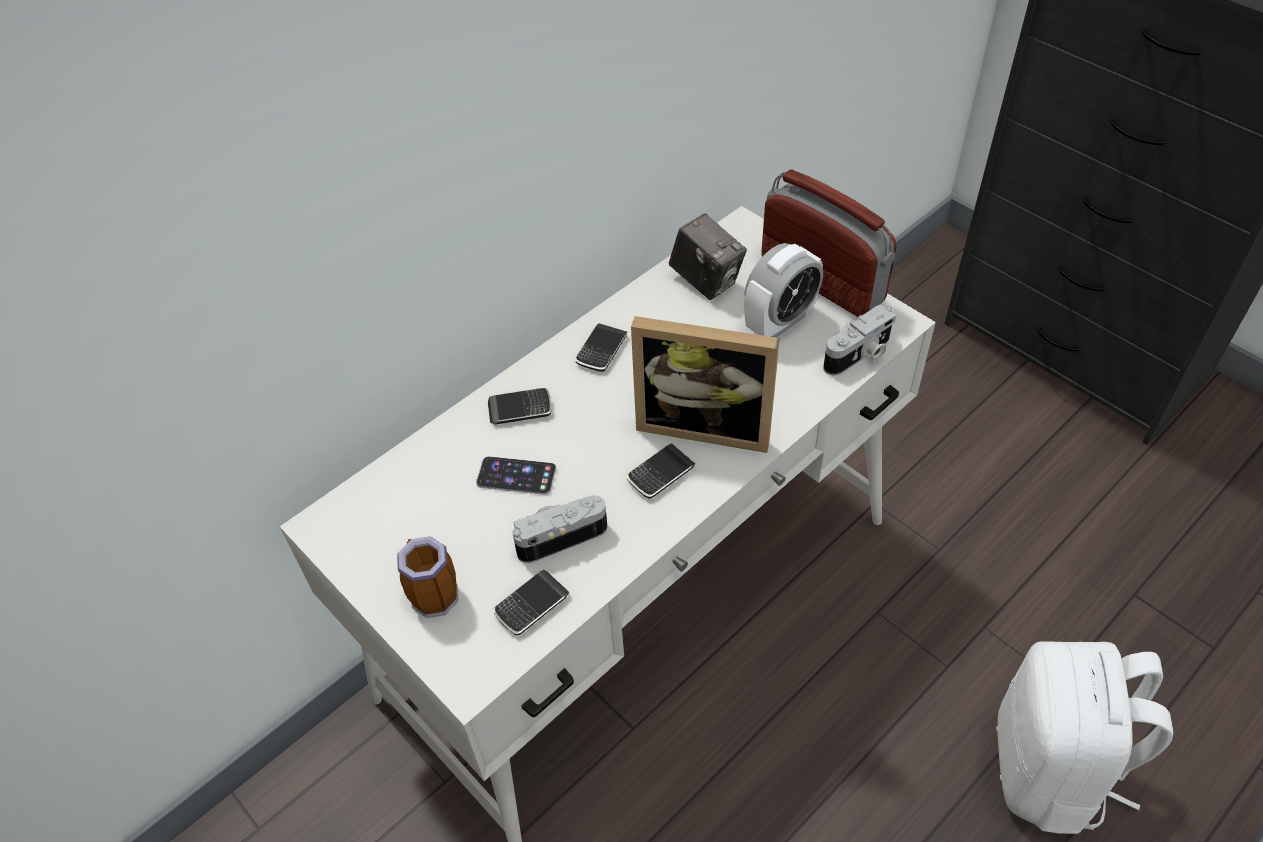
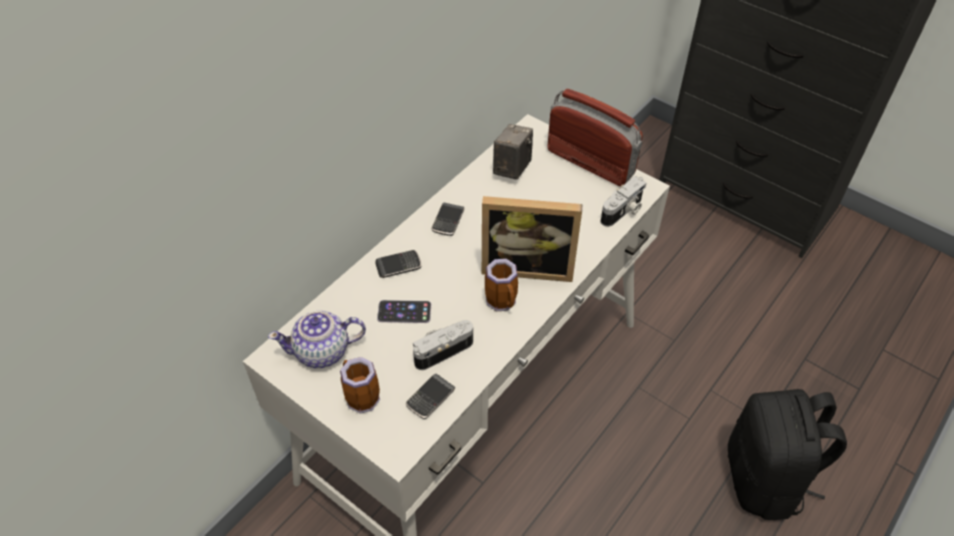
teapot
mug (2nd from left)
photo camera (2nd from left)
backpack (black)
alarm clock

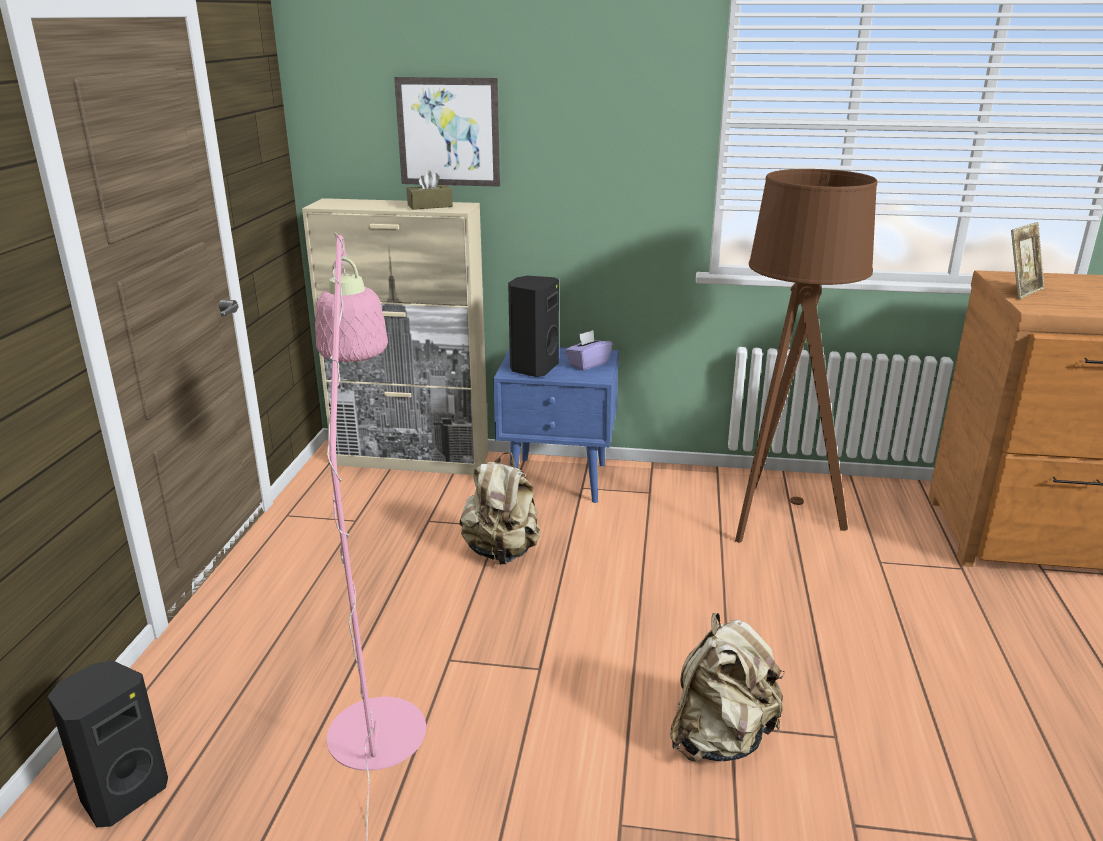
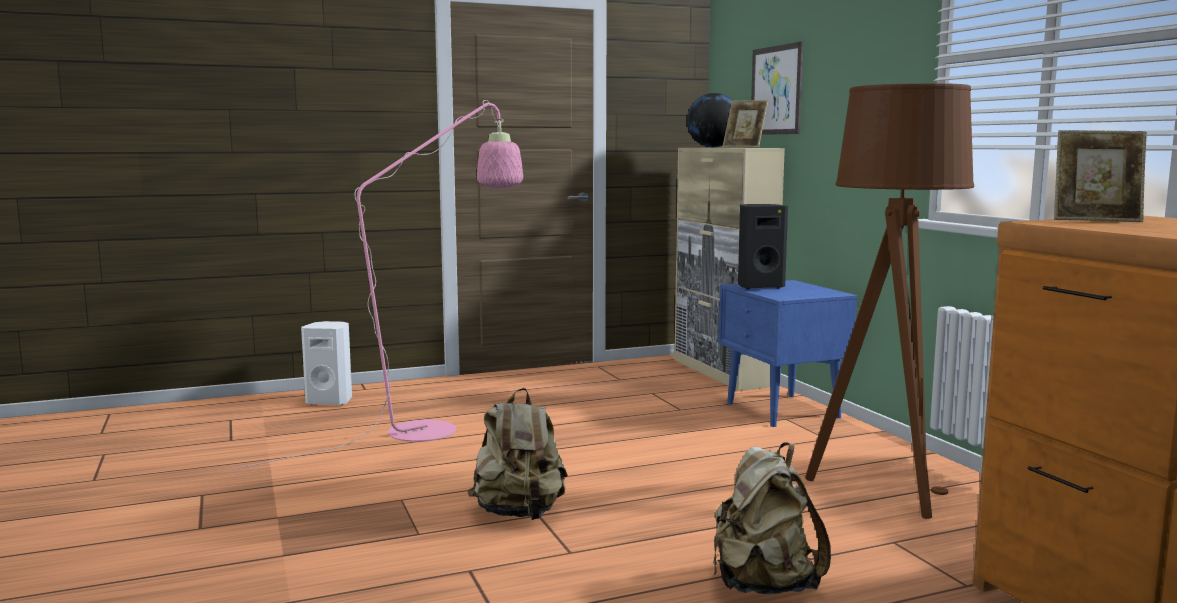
speaker (white)
globe
backpack (beige) (2nd from left)
picture frame (1st from left)
tissue box (purple)

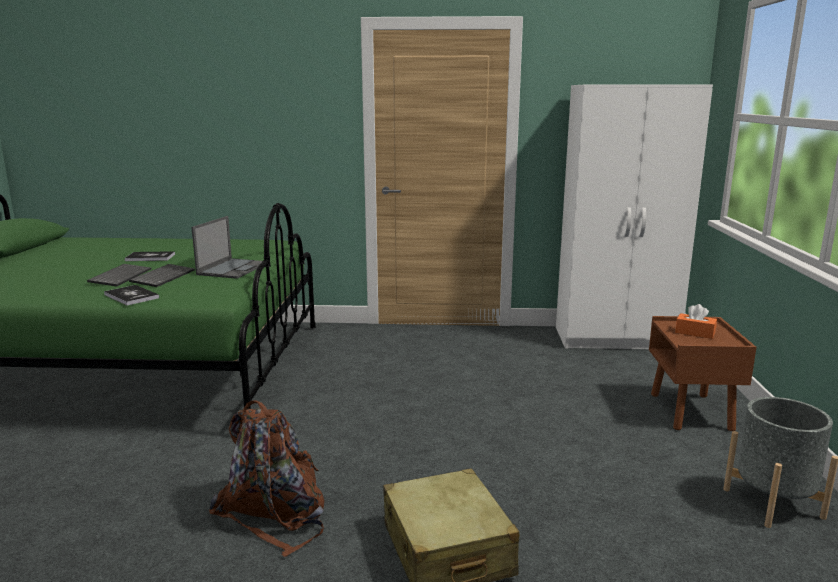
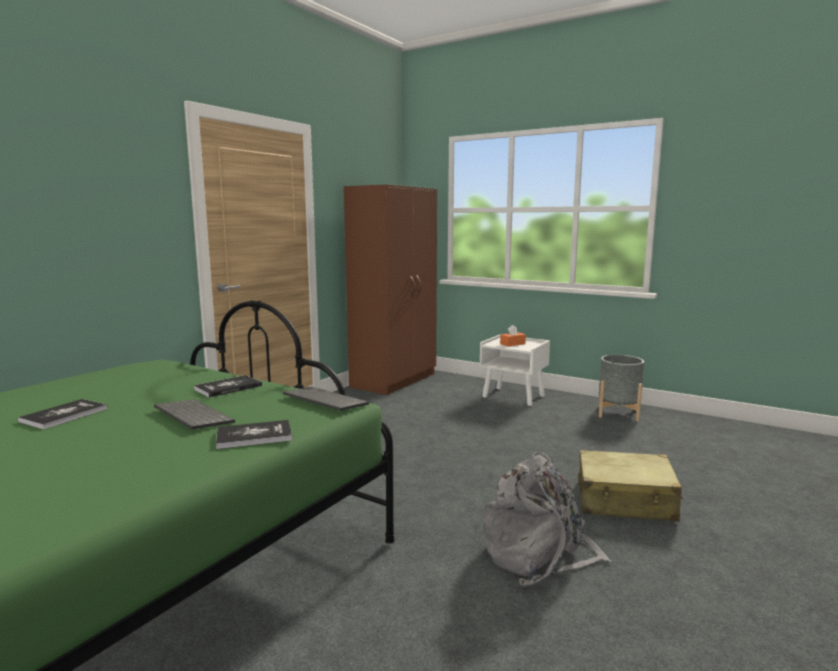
book (2nd from left)
keyboard (2nd from left)
wardrobe (brown)
nightstand (white)
backpack (grey)

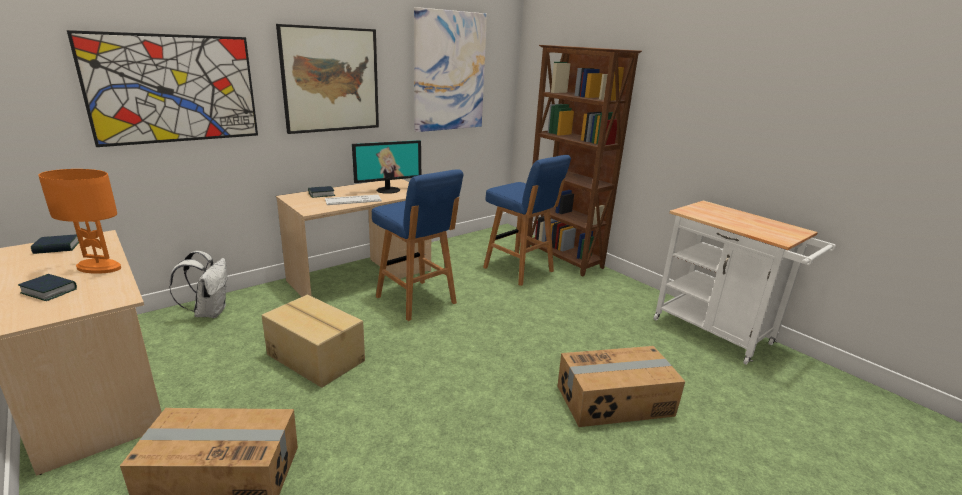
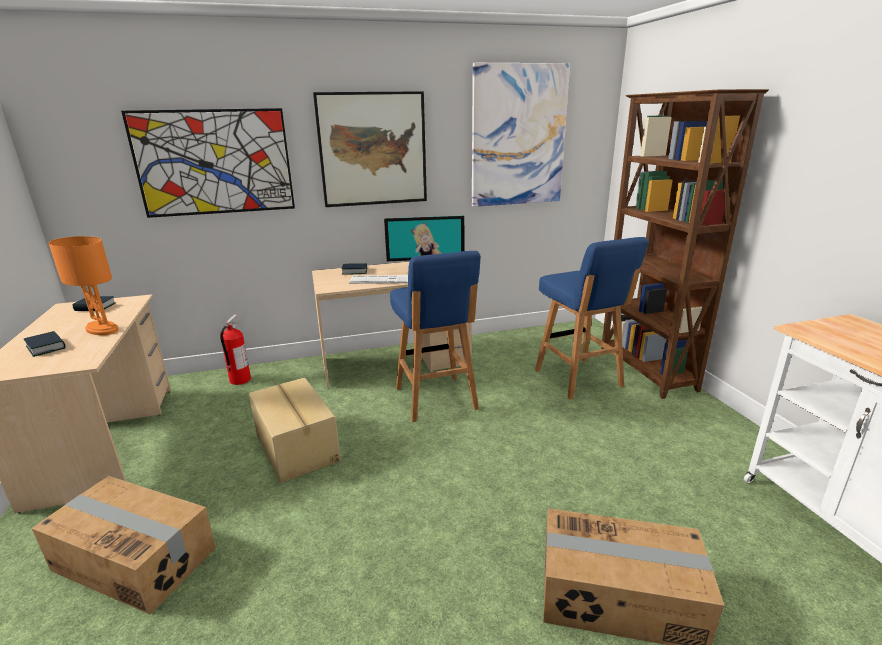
fire extinguisher

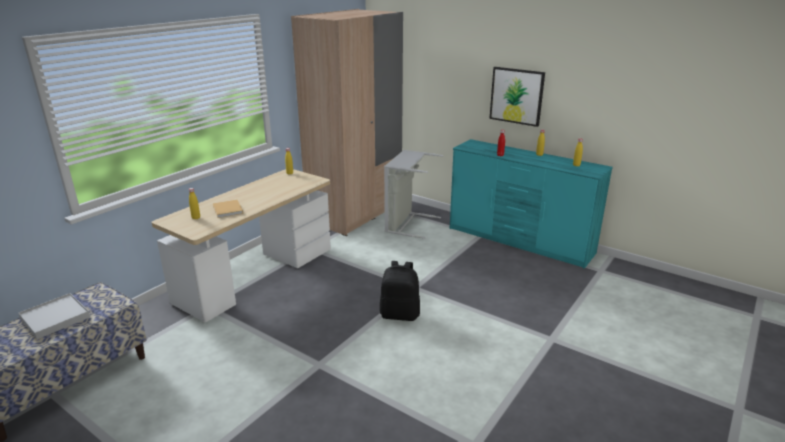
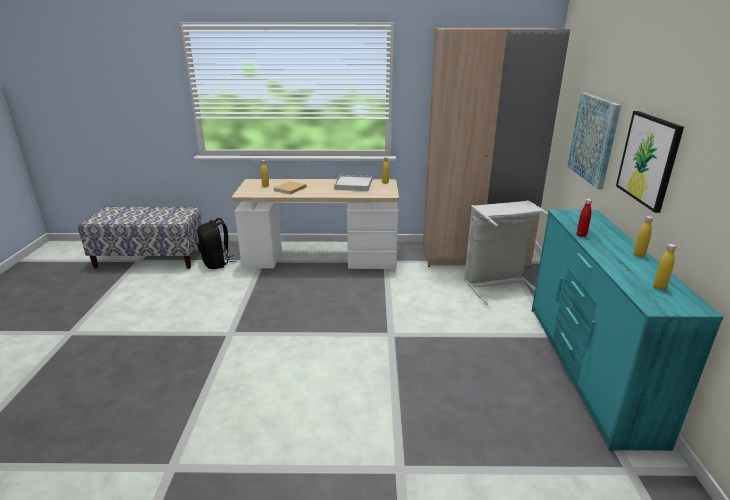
backpack (black)
tray (white)
picture (1st from left)

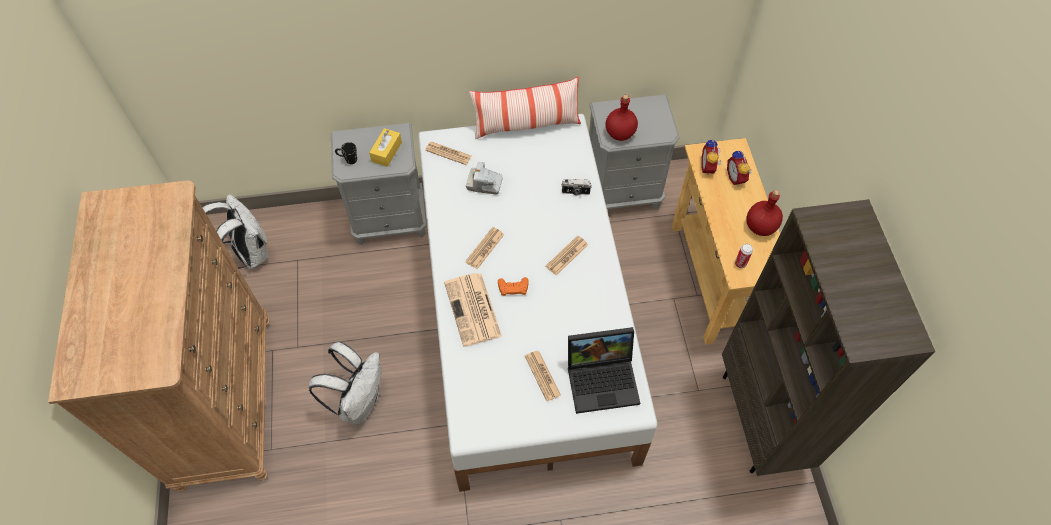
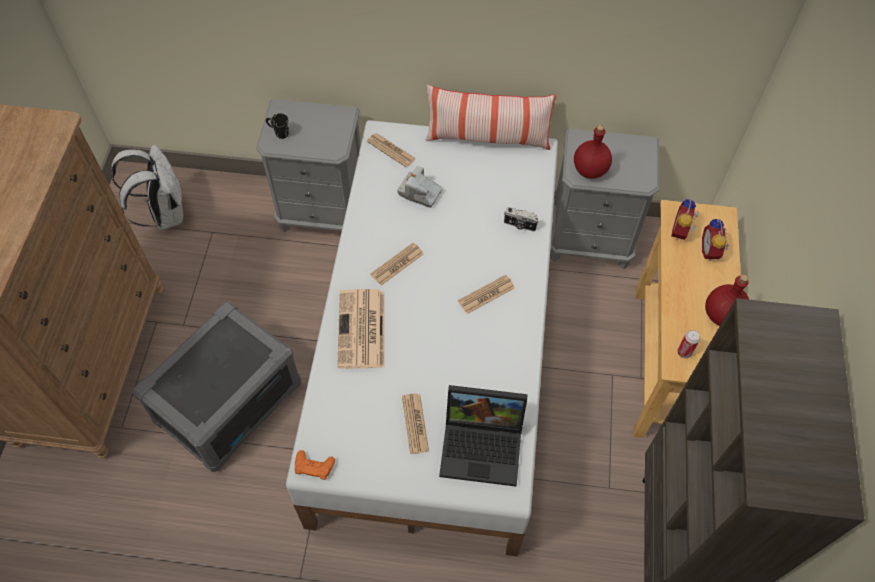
storage box (grey)
game controller (orange)
tissue box (yellow)

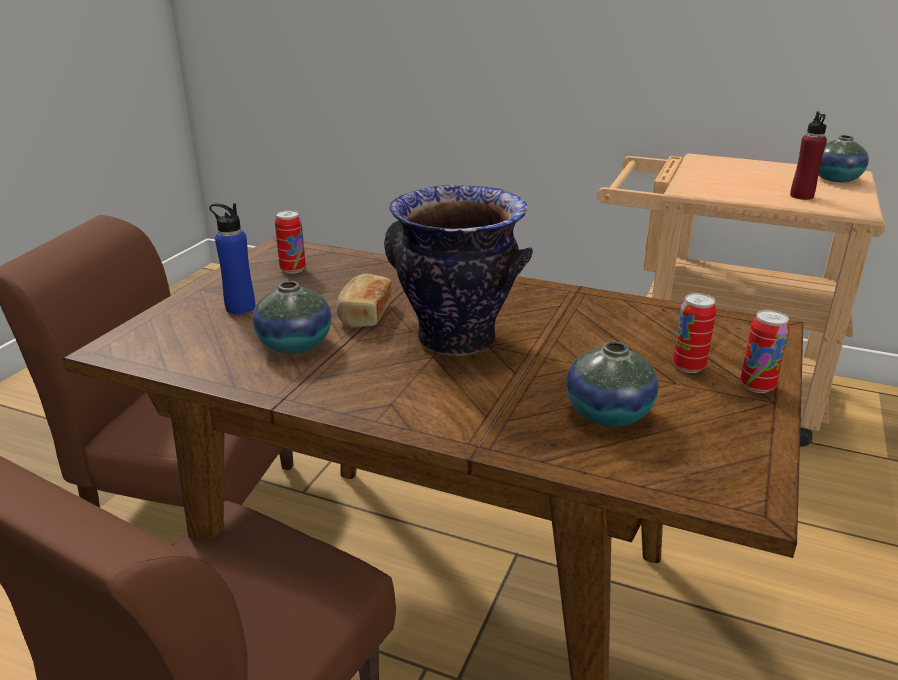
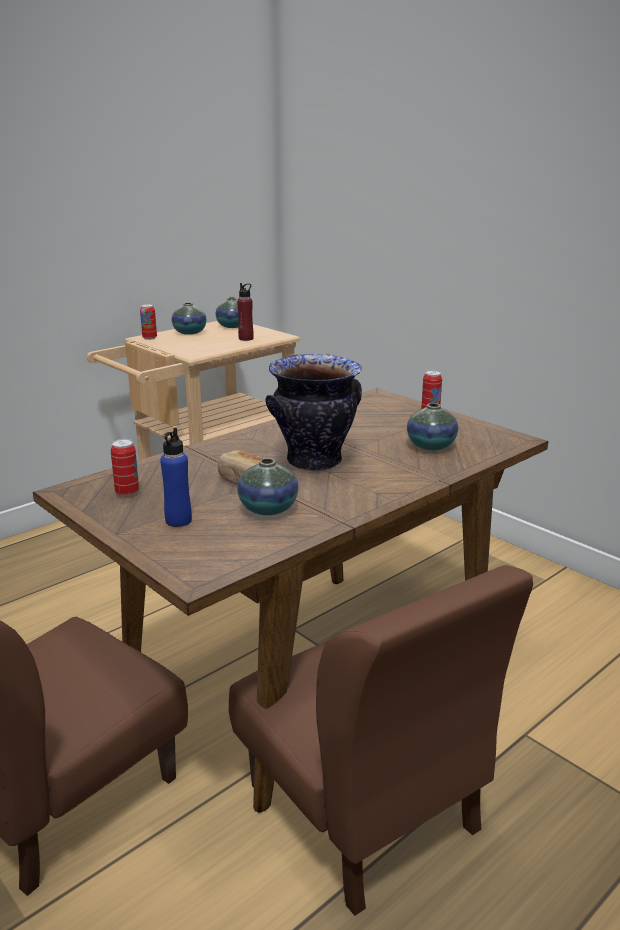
can (2nd from left)
vase (1st from left)

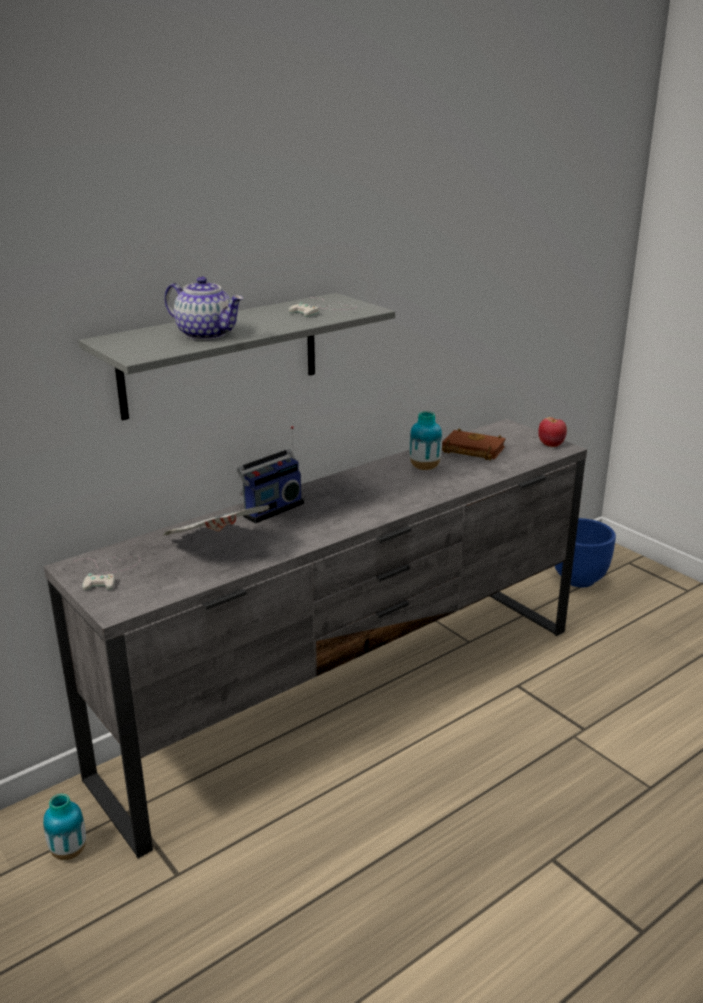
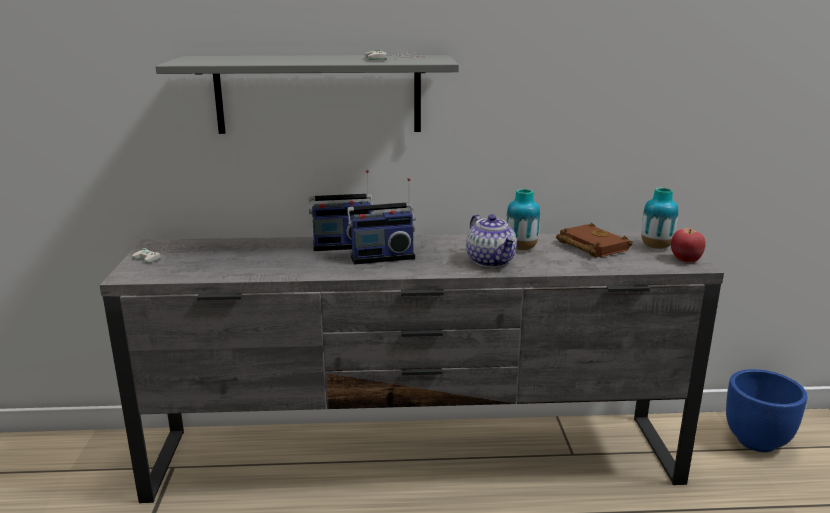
radio (2nd from left)
teapot
vase (2nd from left)
newspaper

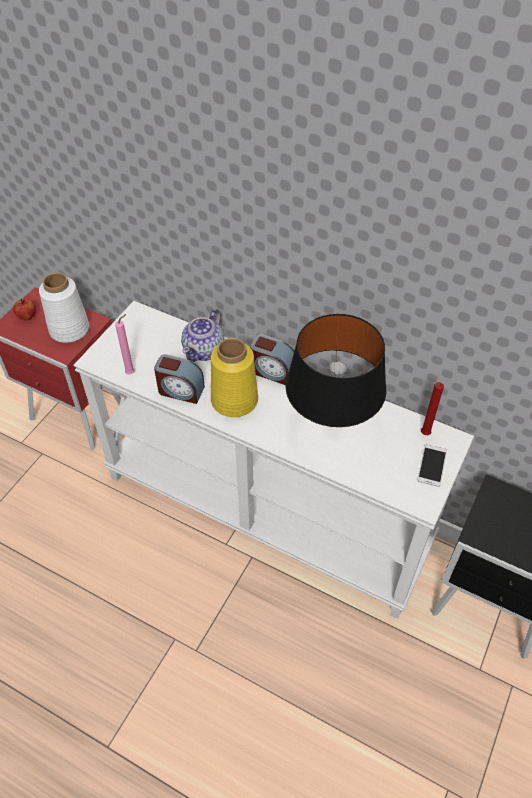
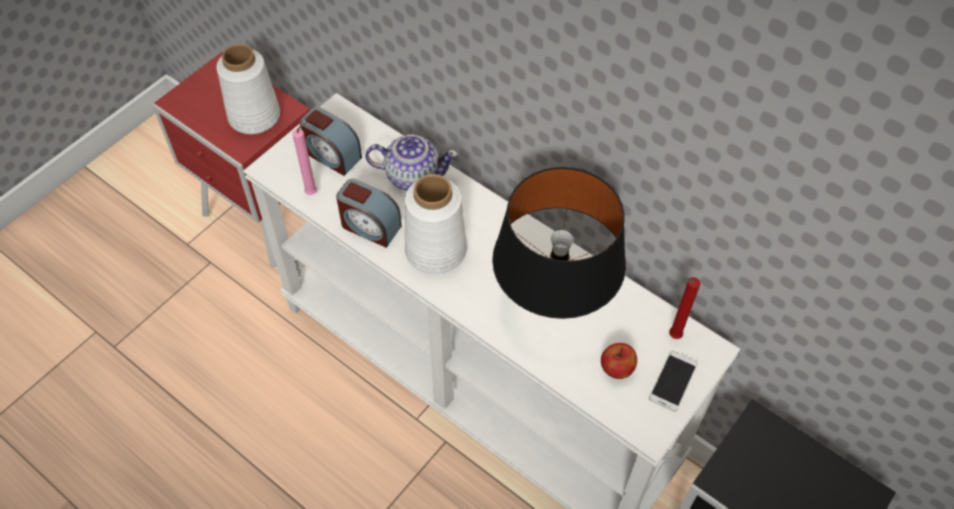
alarm clock (1st from left)
teapot
vase (white) (2nd from left)
apple

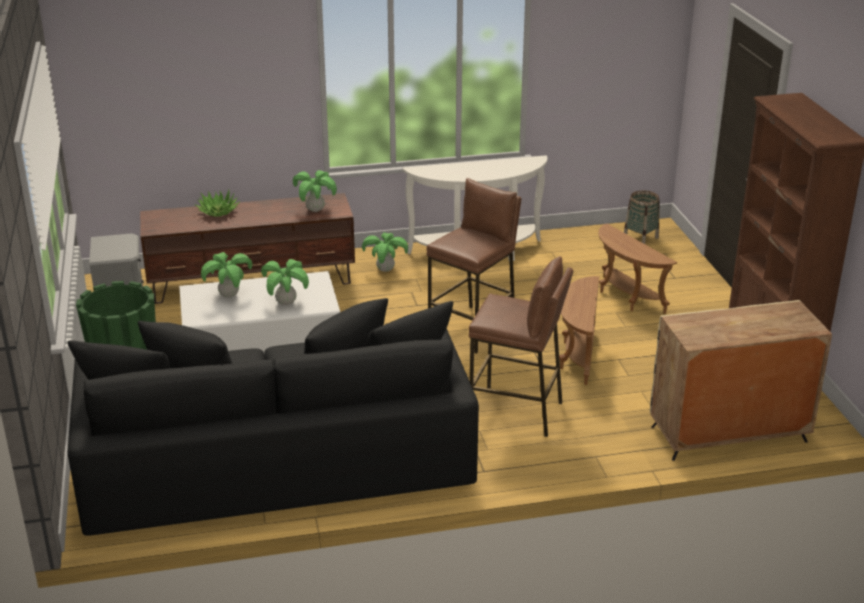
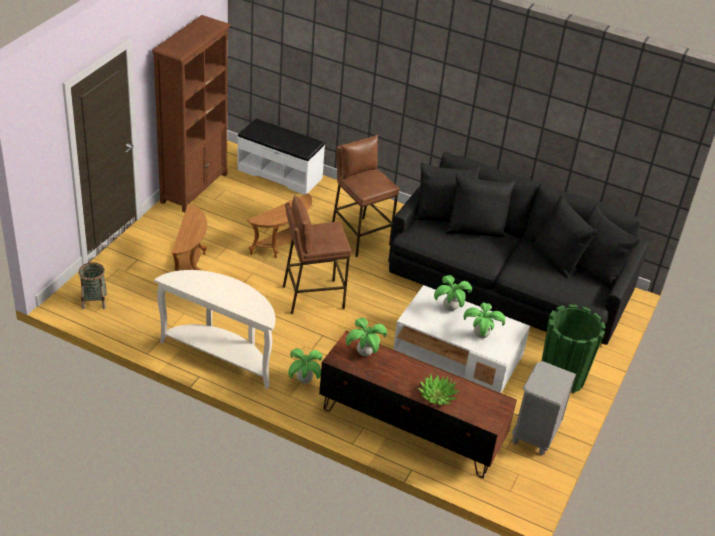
bench (white)

